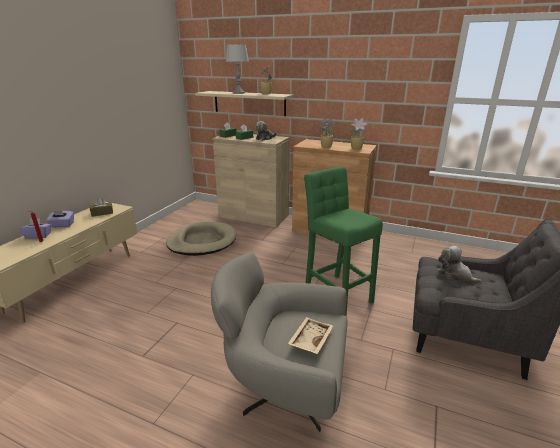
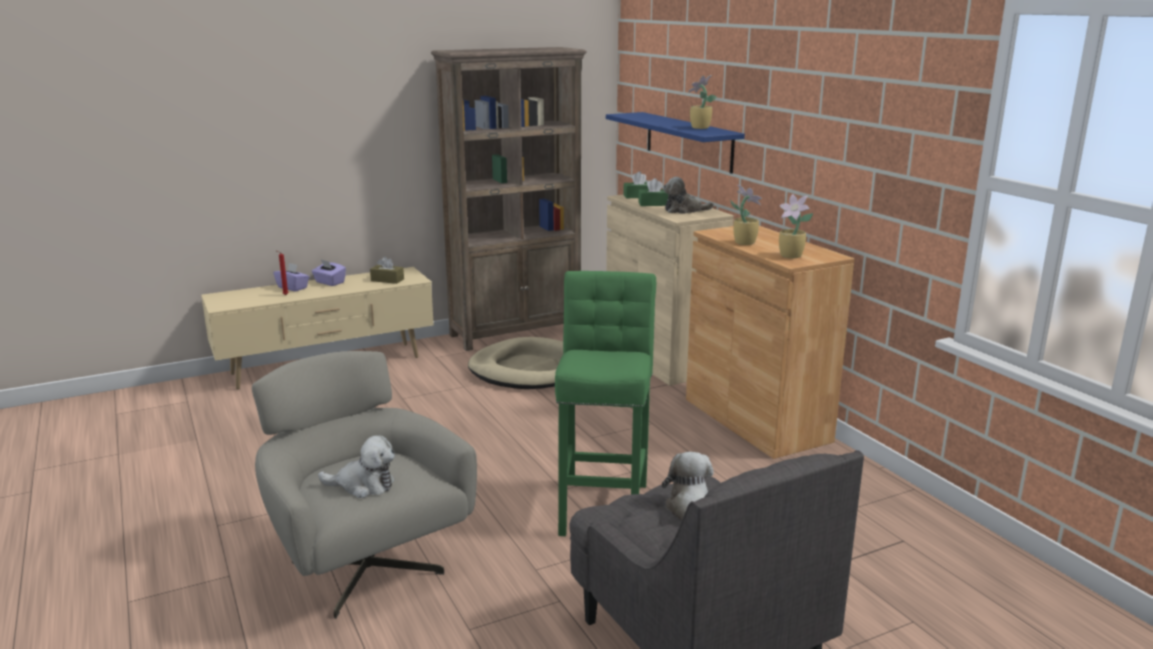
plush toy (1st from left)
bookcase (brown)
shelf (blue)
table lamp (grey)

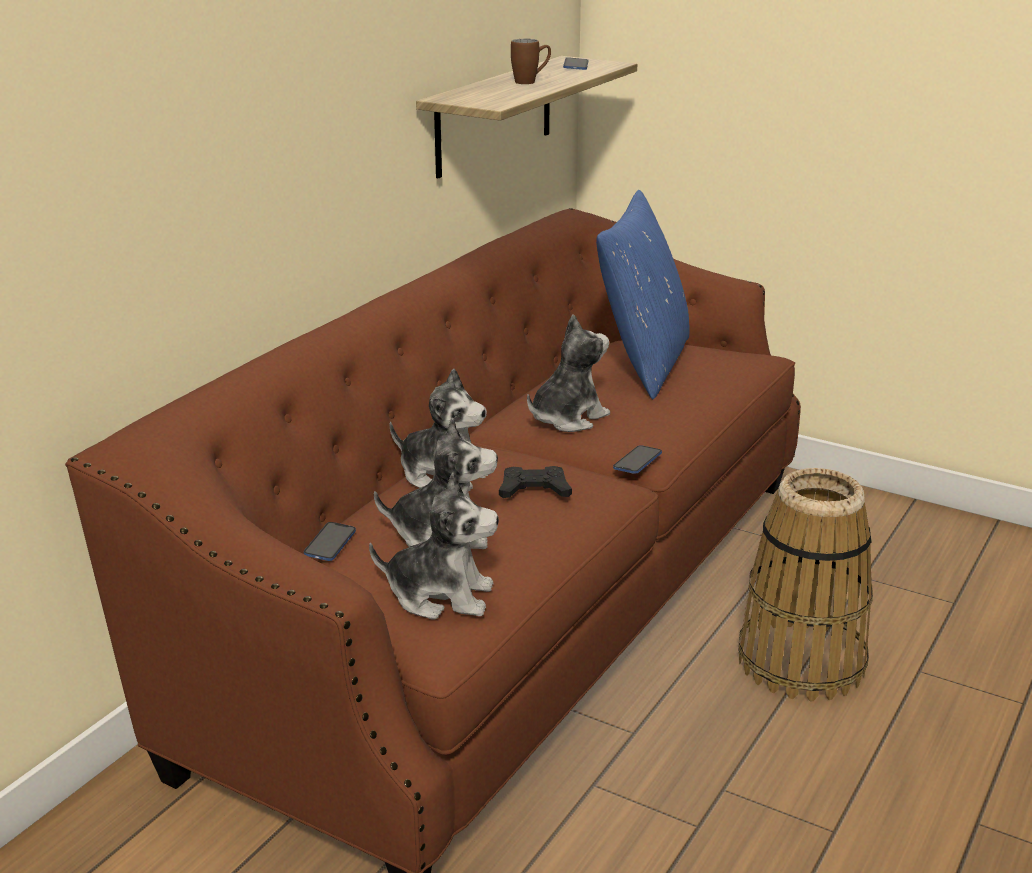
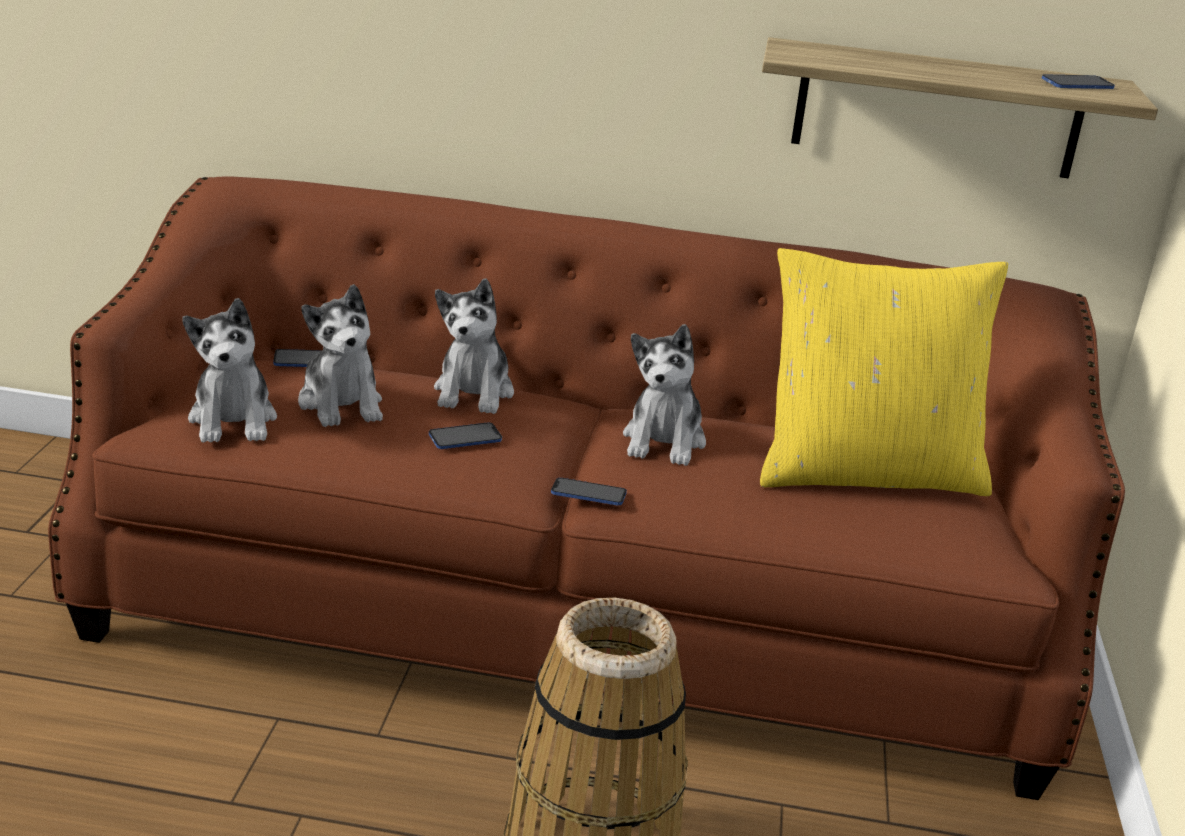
phone (2nd from left)
plush toy (4th from left)
pillow (yellow)
mug (brown)

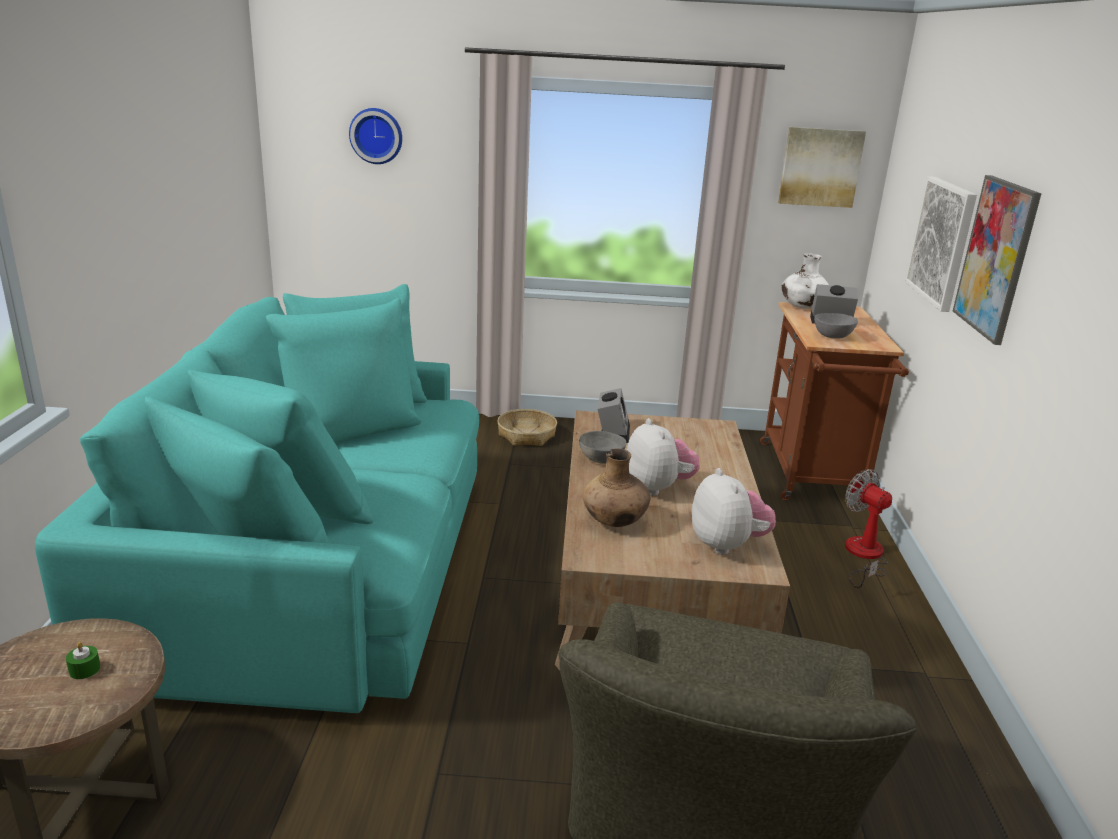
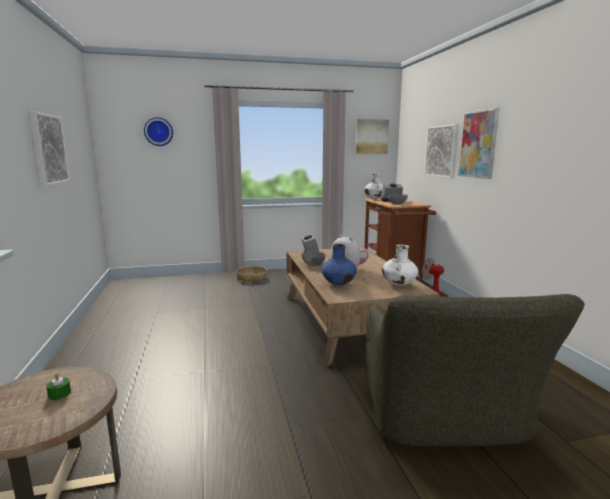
picture (1st from left)
vase (blue)
vase (white) (2nd from left)
sofa (turquoise)

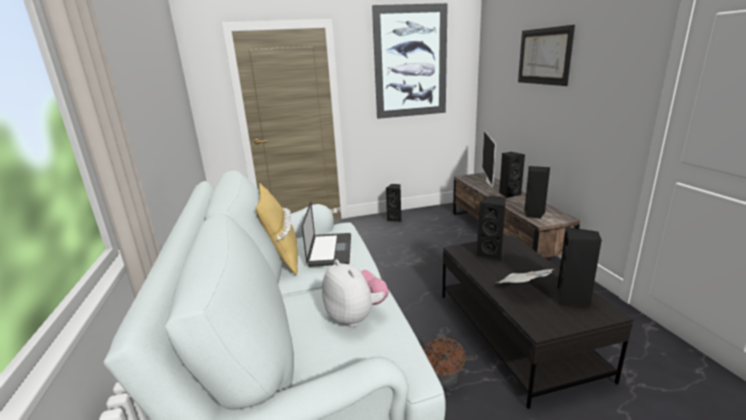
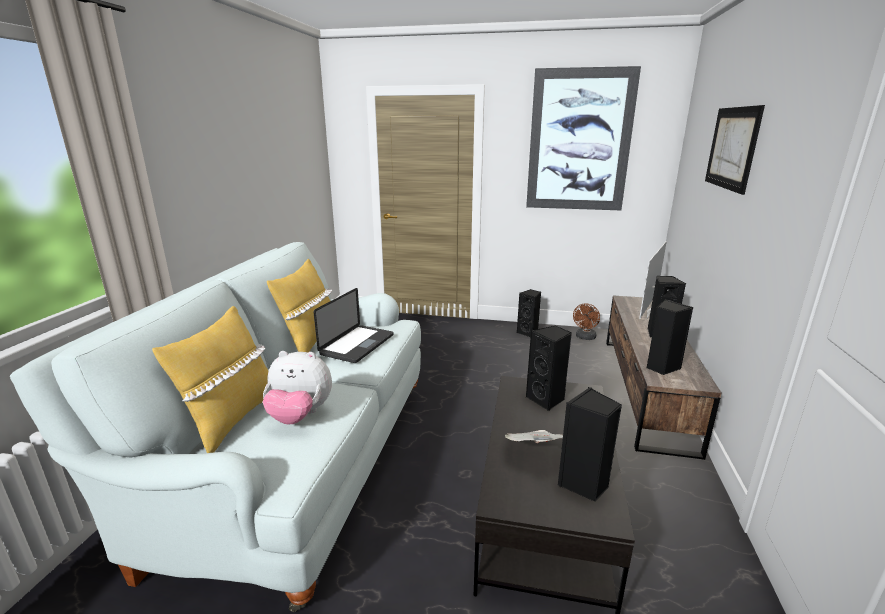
pillow (yellow) (1st from left)
plush toy
fan (brown)

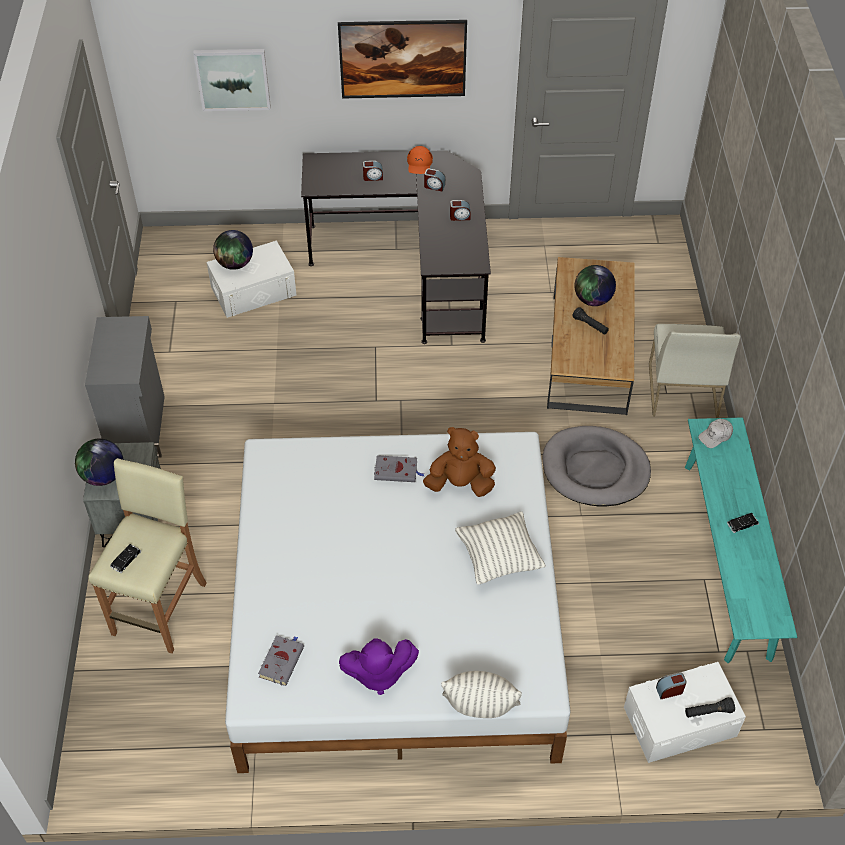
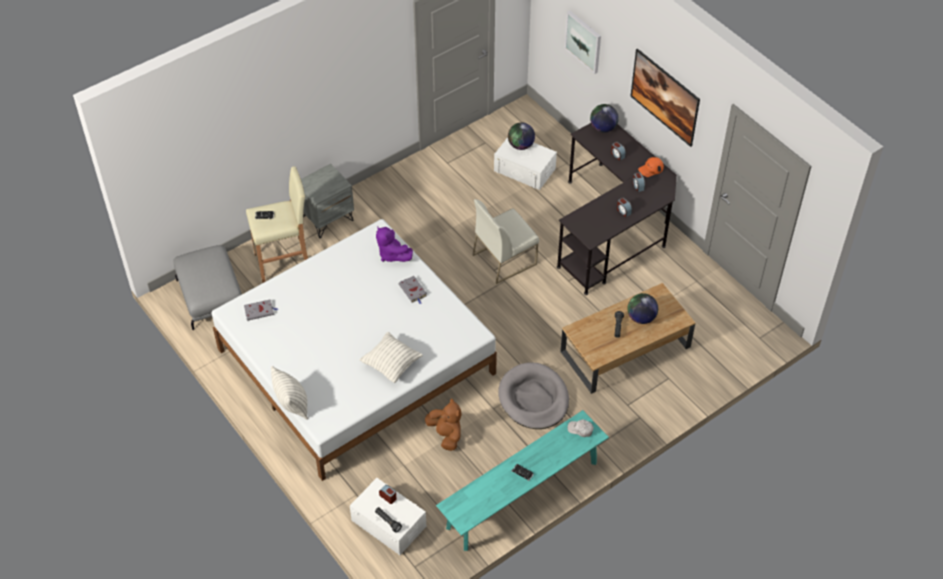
ottoman (grey)
plush toy (purple)
plush toy (brown)
chair (white)
globe (2nd from left)
cabinet (grey)

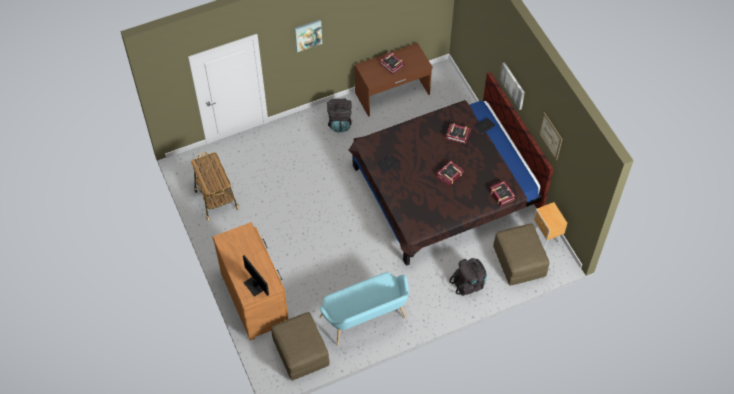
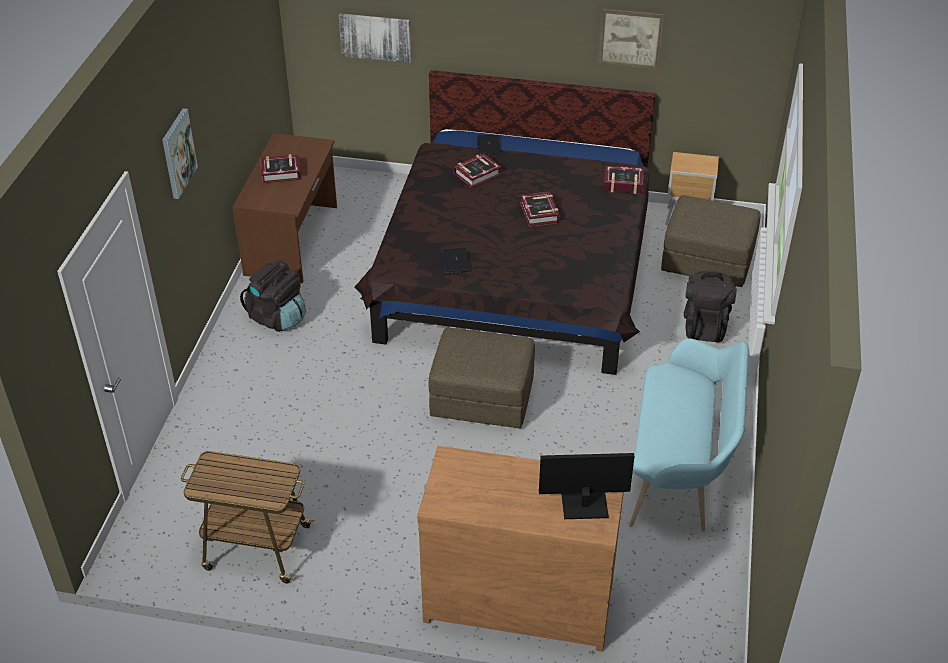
picture (2nd from left)
ottoman (brown) (1st from left)

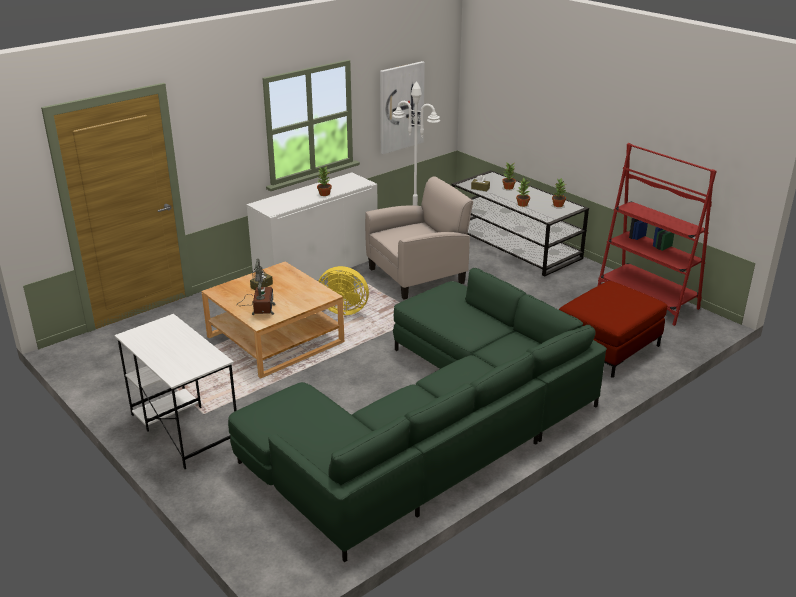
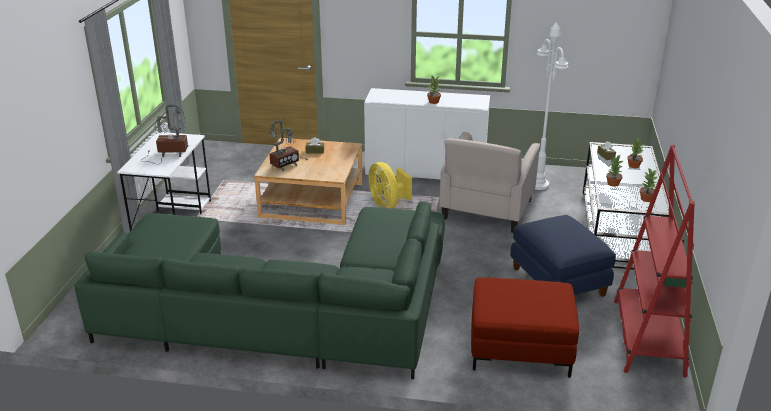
table lamp (1st from left)
armchair (beige)
ottoman (blue)
picture

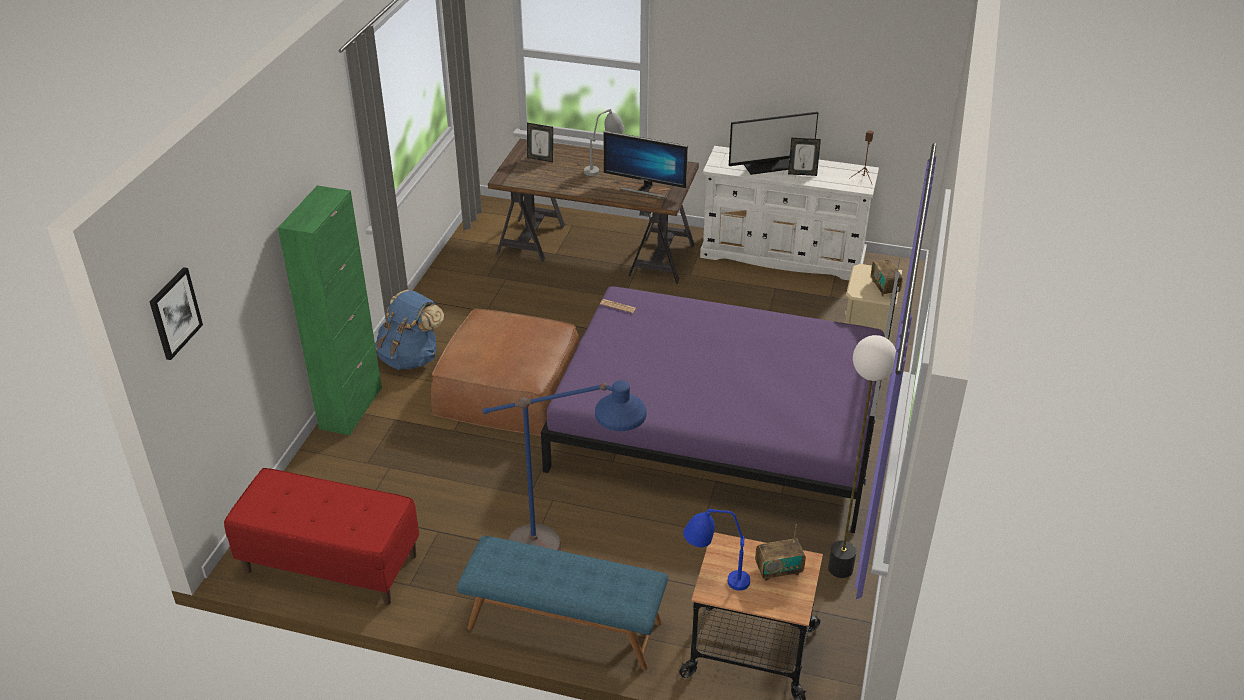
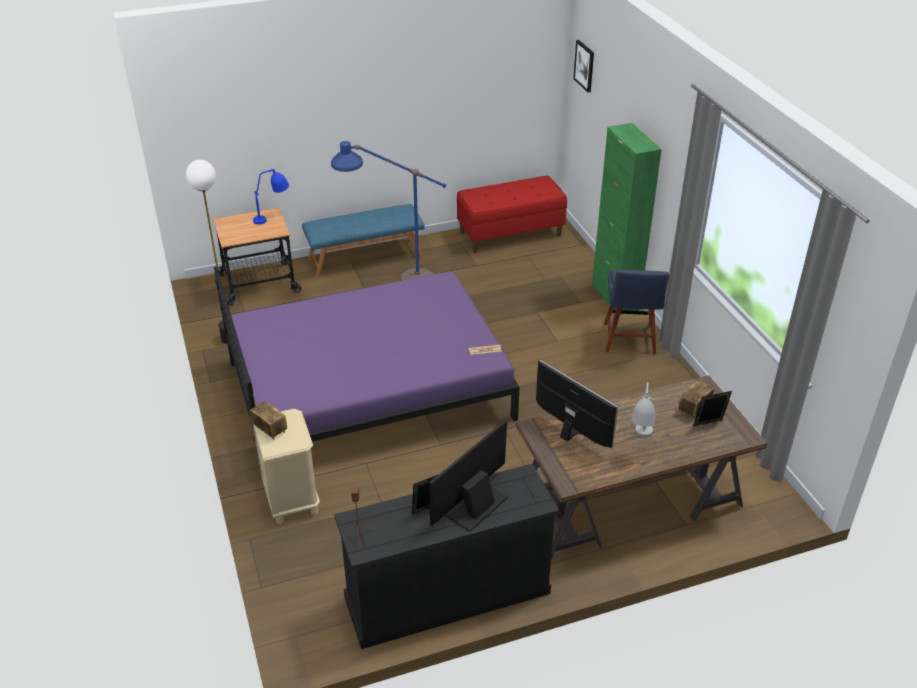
dresser (black)
monitor (2nd from left)
chair (blue)
radio (2nd from left)
ottoman (brown)

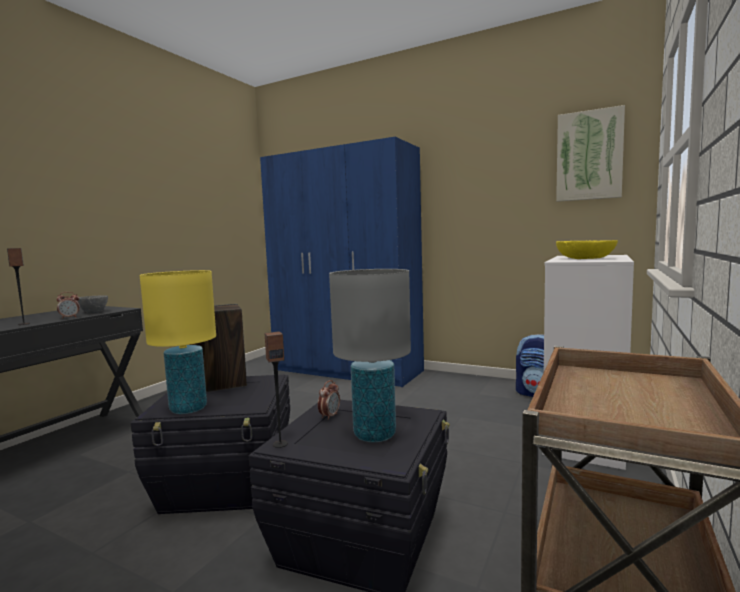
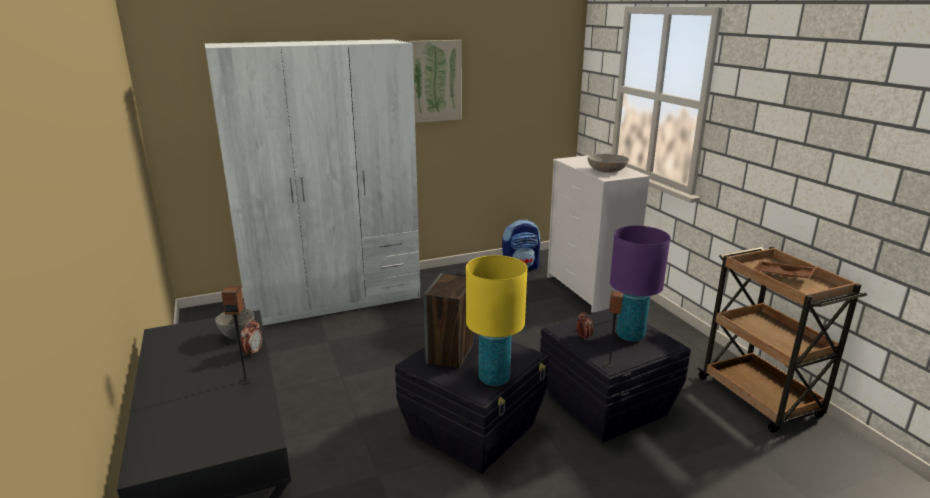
wardrobe (white)
picture
bowl (grey) (2nd from left)
table lamp (purple)
tray (brown)

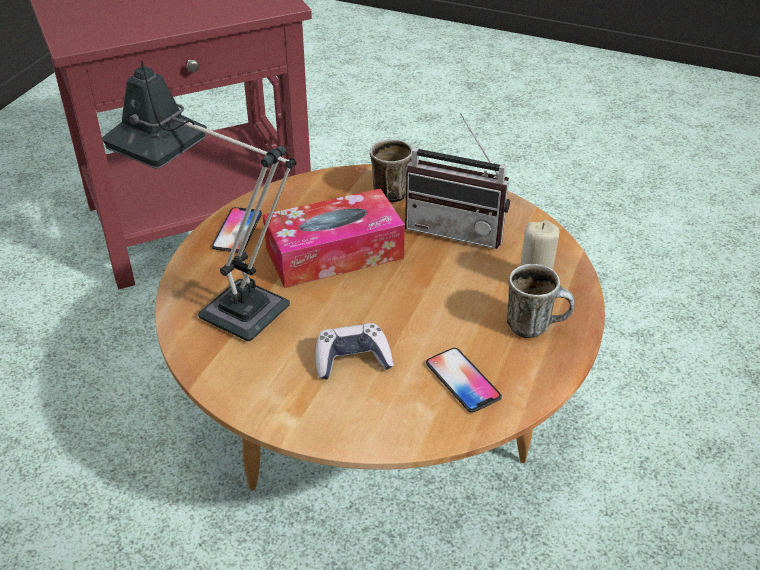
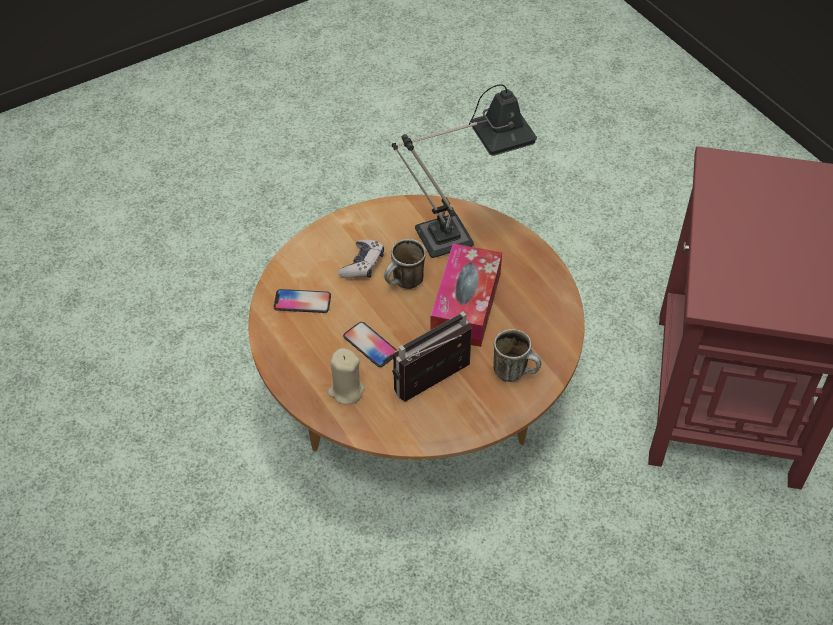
phone (2nd from left)
mug (1st from left)

